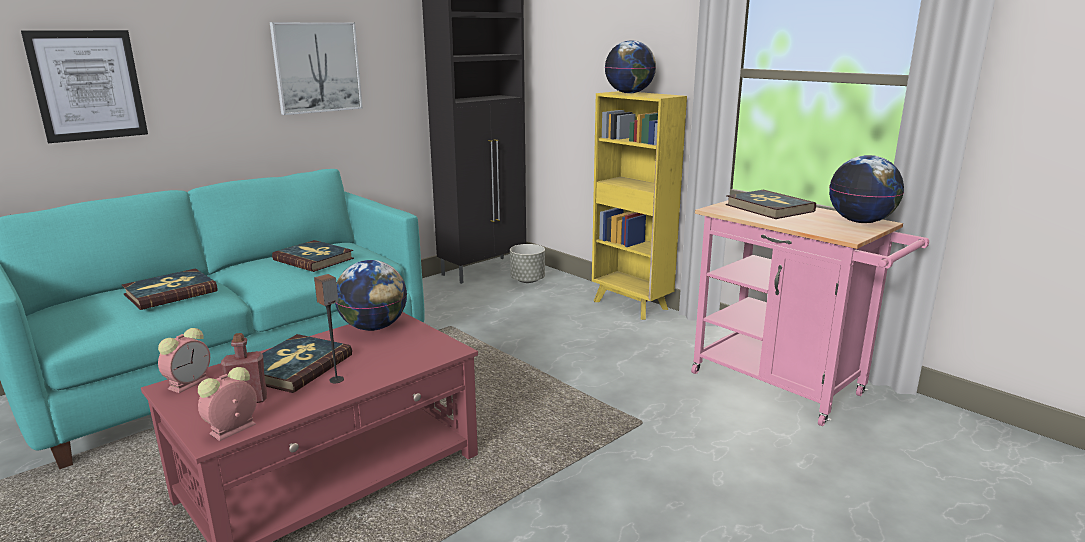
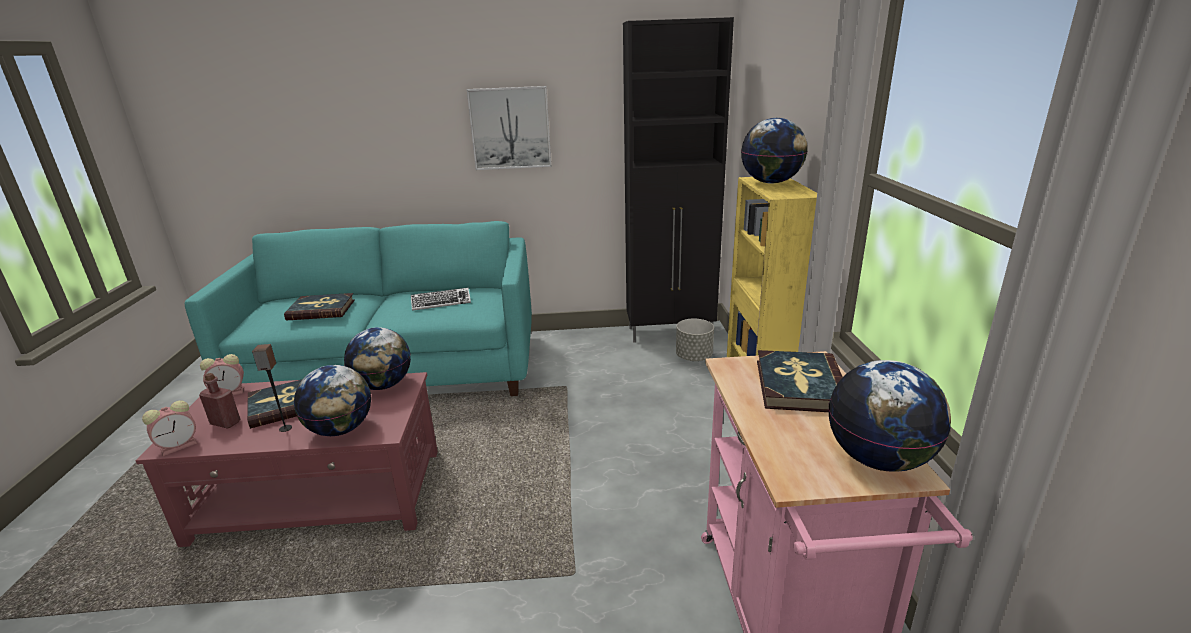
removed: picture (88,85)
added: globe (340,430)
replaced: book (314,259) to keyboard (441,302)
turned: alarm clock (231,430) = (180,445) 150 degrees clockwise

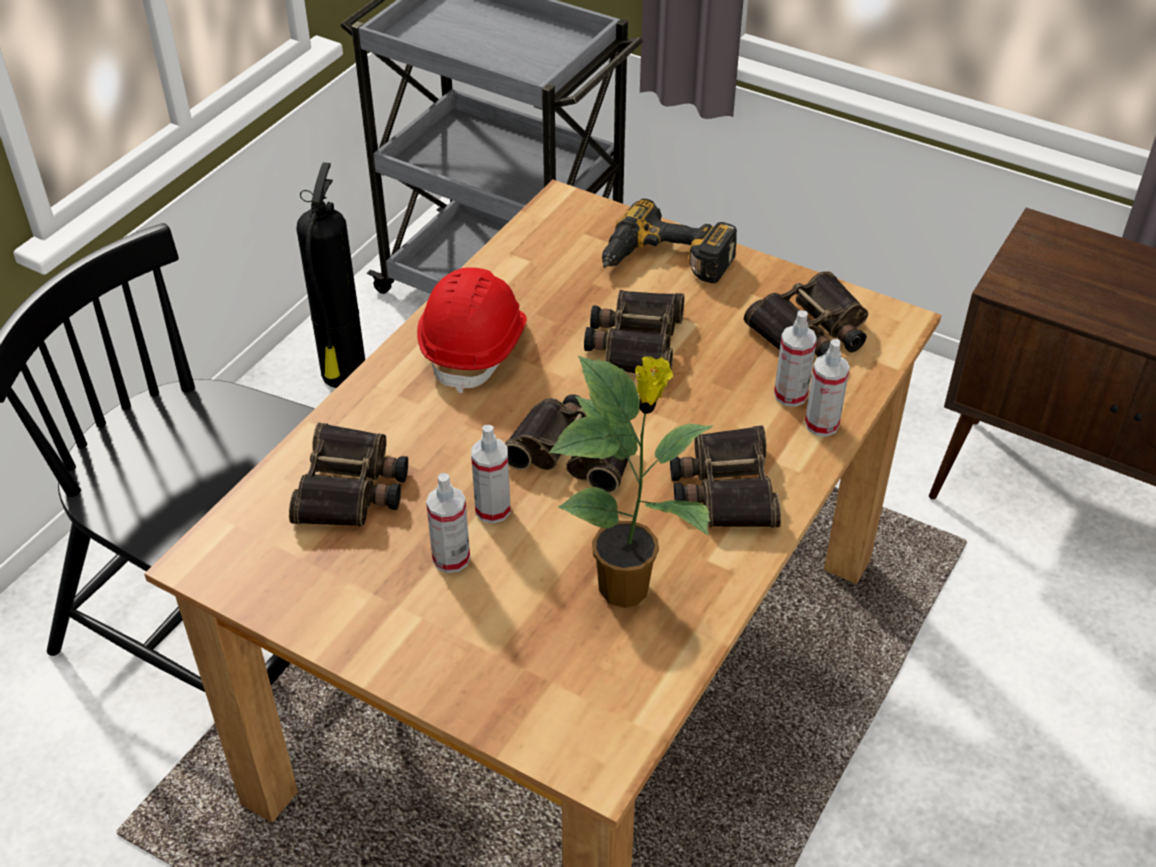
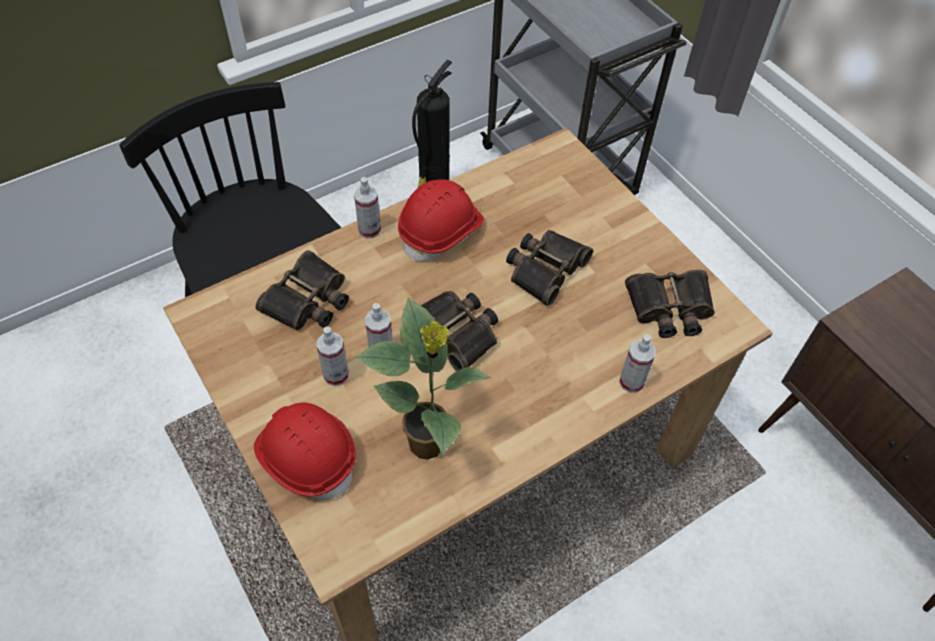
removed: power drill (664,262); binoculars (723,488)
added: hard hat (red) (307,457)
moved: spray bottle (790,395) to (369,230)

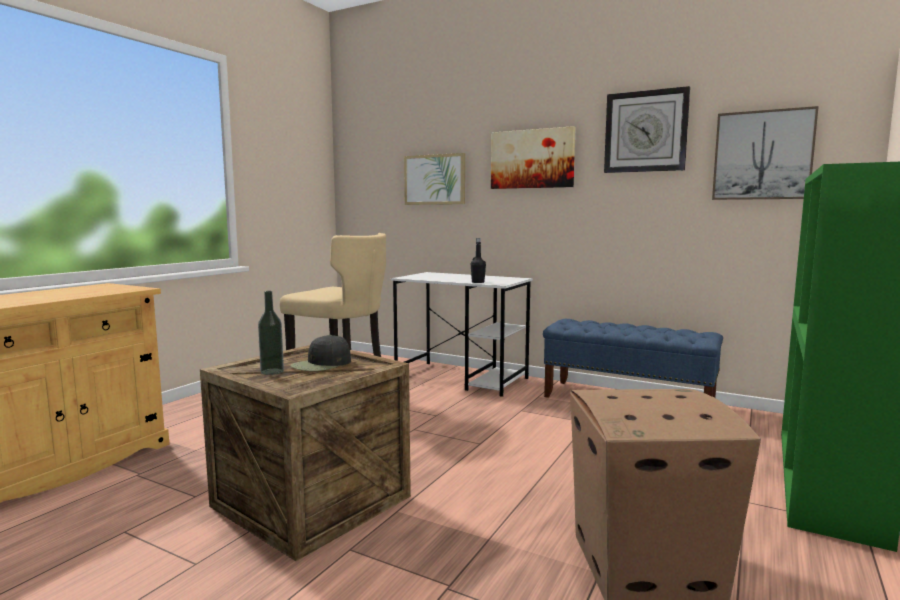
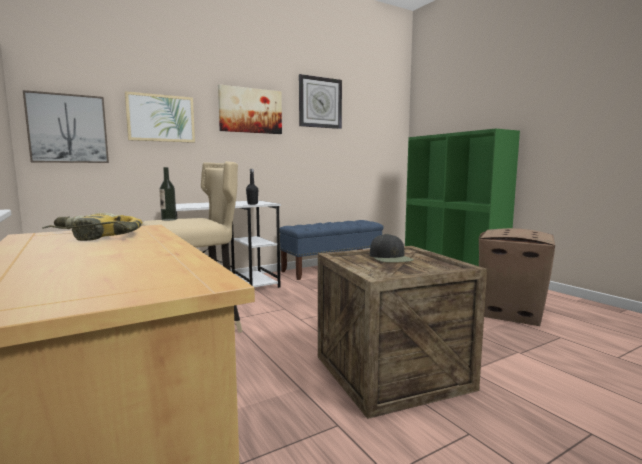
added: power drill (92,237)
moved: bottle (272,371) to (169,219); picture (762,155) to (68,129)

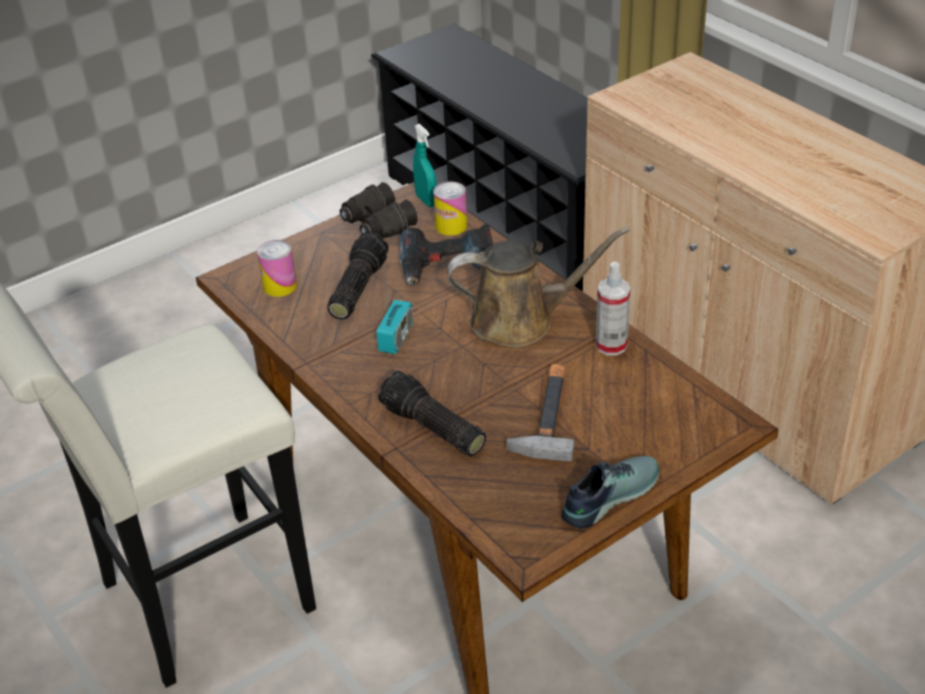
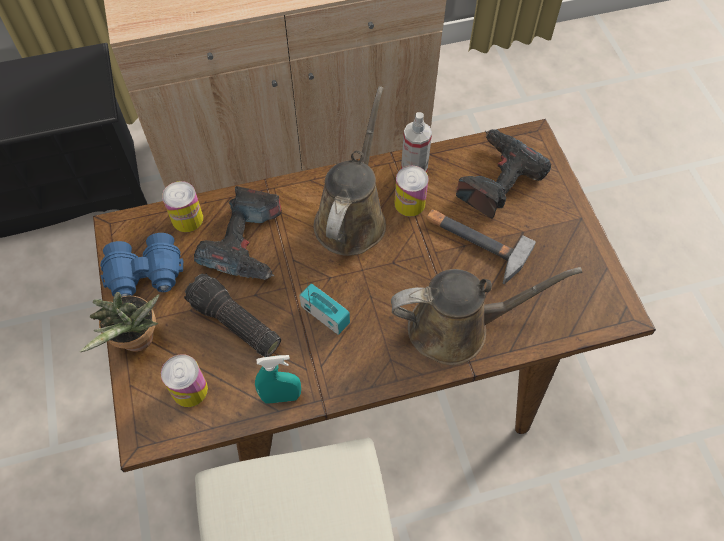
removed: shoe (607,495)
added: potted plant (138,342); can (409,203); power drill (496,180)
moved: spray bottle (turquoise) (426,200) to (281,397)
replaced: flashlight (431,428) to watering can (brown) (456,328)
recoloured: binoculars (black) (377,225) to binoculars (blue) (146,276)

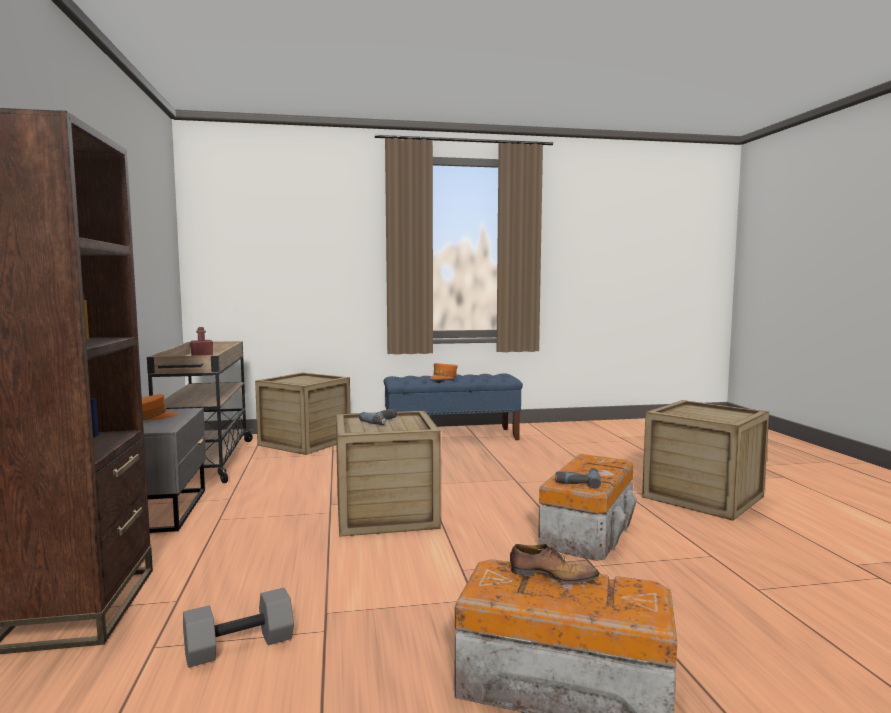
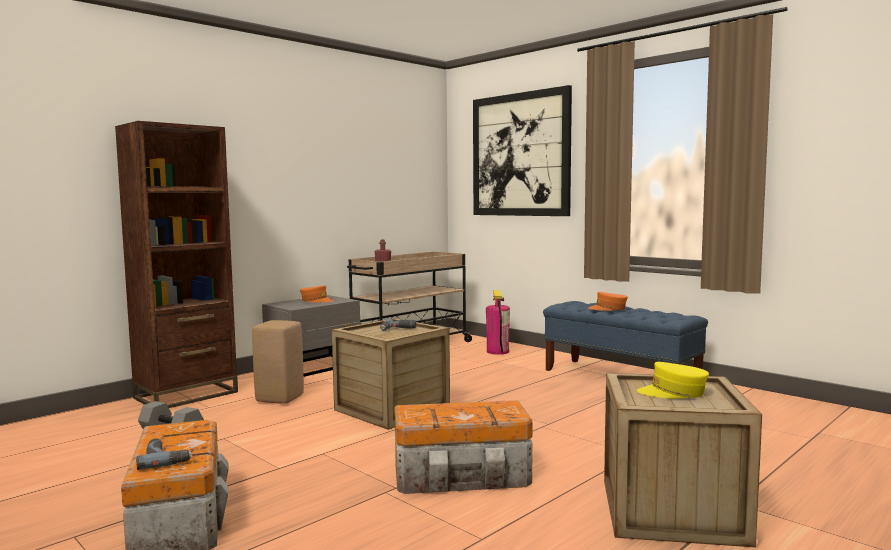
removed: shoe (551,576)
added: stool (beige) (281,399); picture (520,155); cap (yellow) (673,393)
moved: power drill (577,481) to (165,458)
replaced: crate (305,442) to fire extinguisher (497,351)

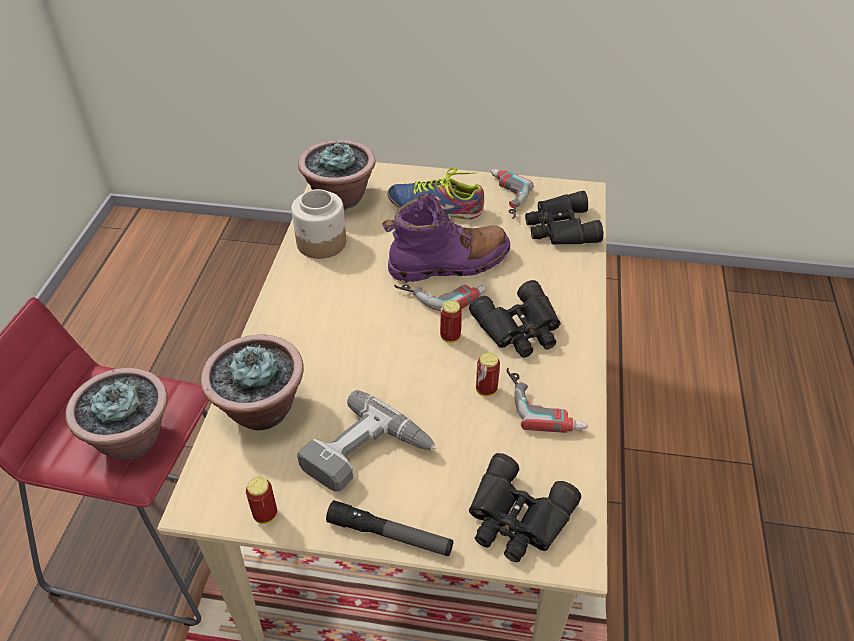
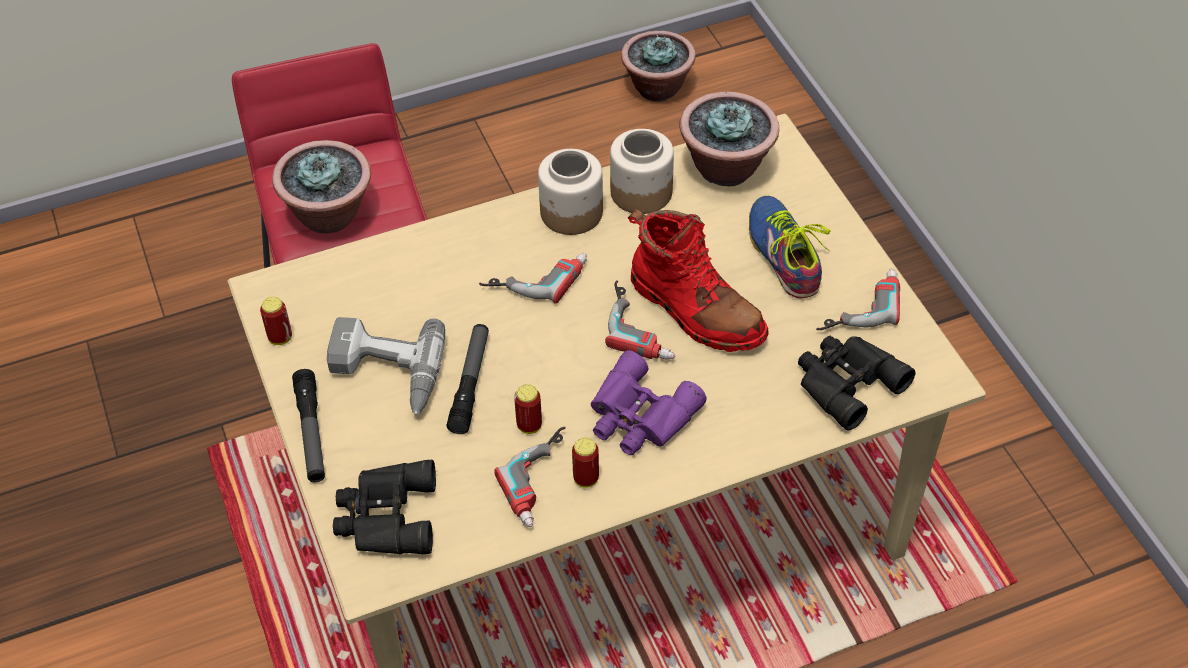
added: flashlight (470,383); power drill (535,275); jar (571,213)
moved: potted plant (261,410) to (657,88); can (450,337) to (586,478)
recoloured: boot (purple) (449,263) to boot (red) (695,310); binoculars (black) (520,329) to binoculars (purple) (639,416)

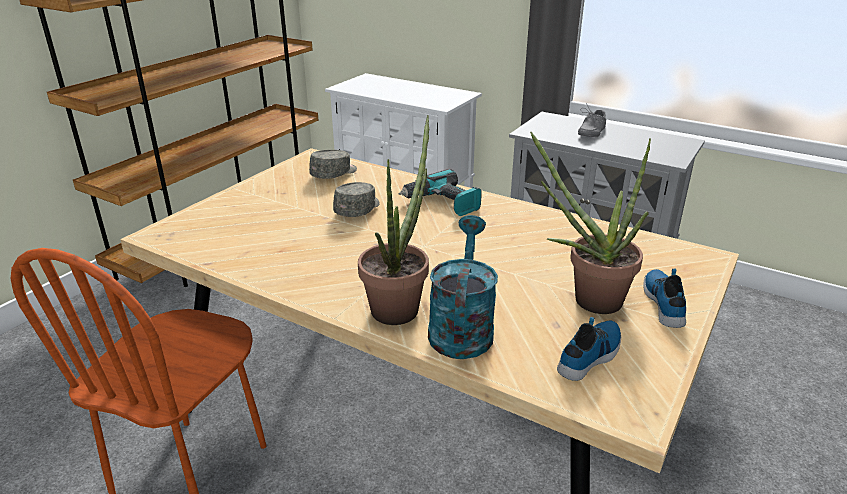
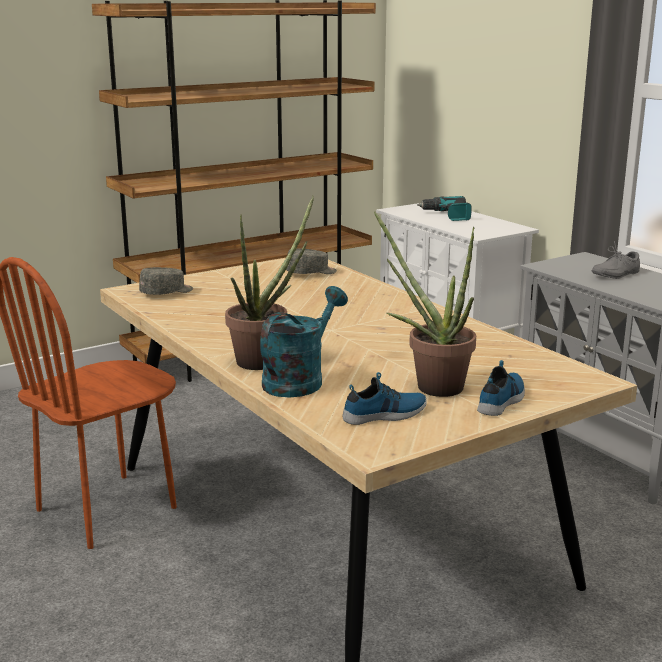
moved: cap (grey) (358,209) to (167,292); power drill (442,203) to (447,215)

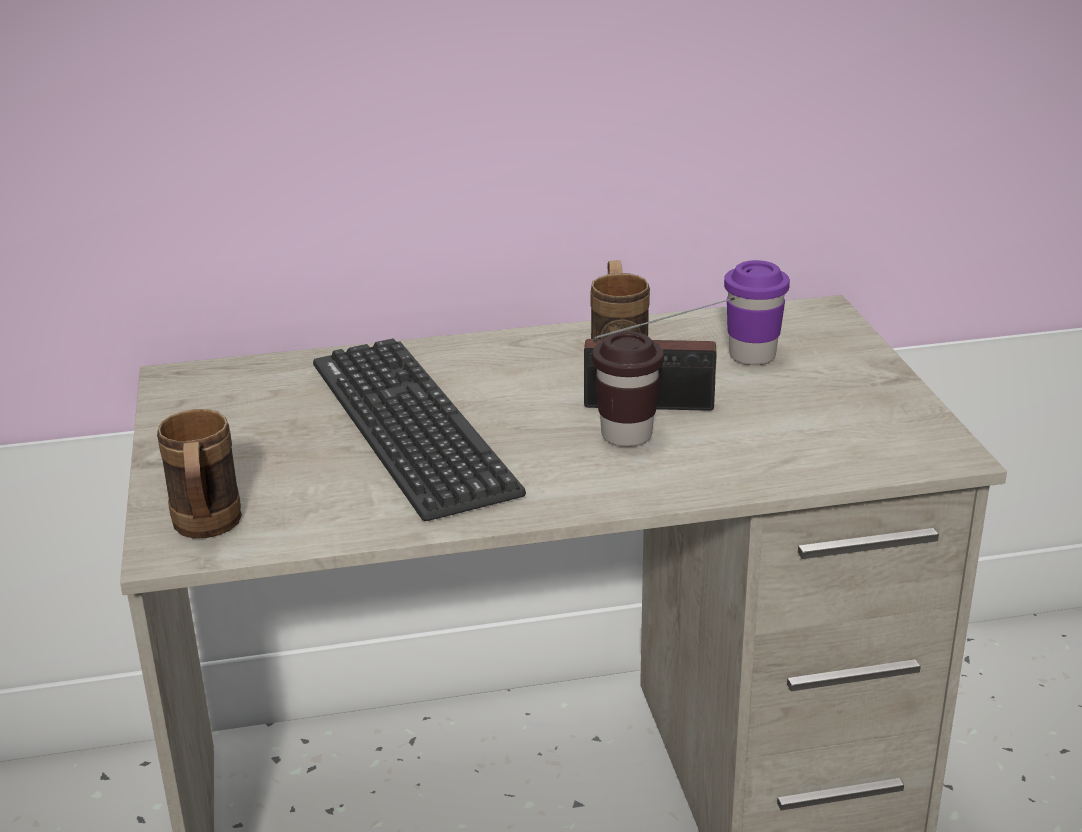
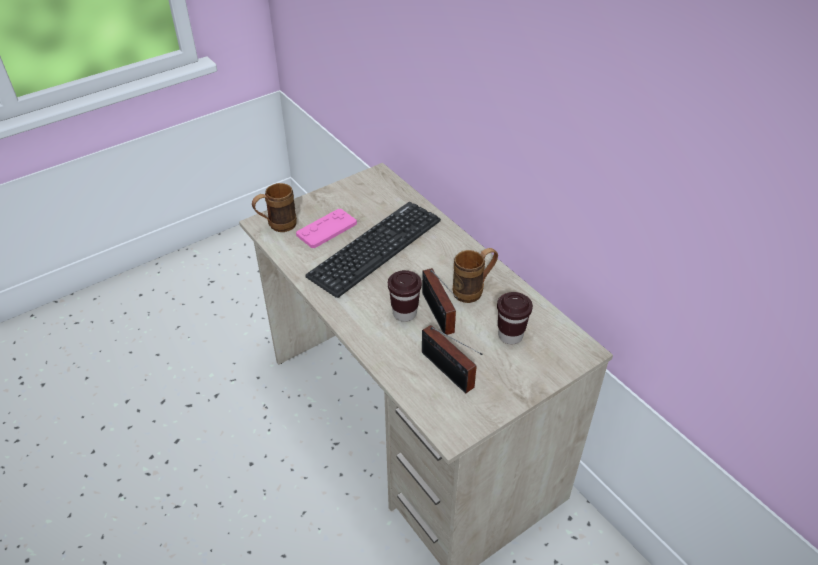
added: game controller (pink) (326,229); radio (449,373)
recoloured: cup (purple) (752,356) to cup (brown) (510,335)

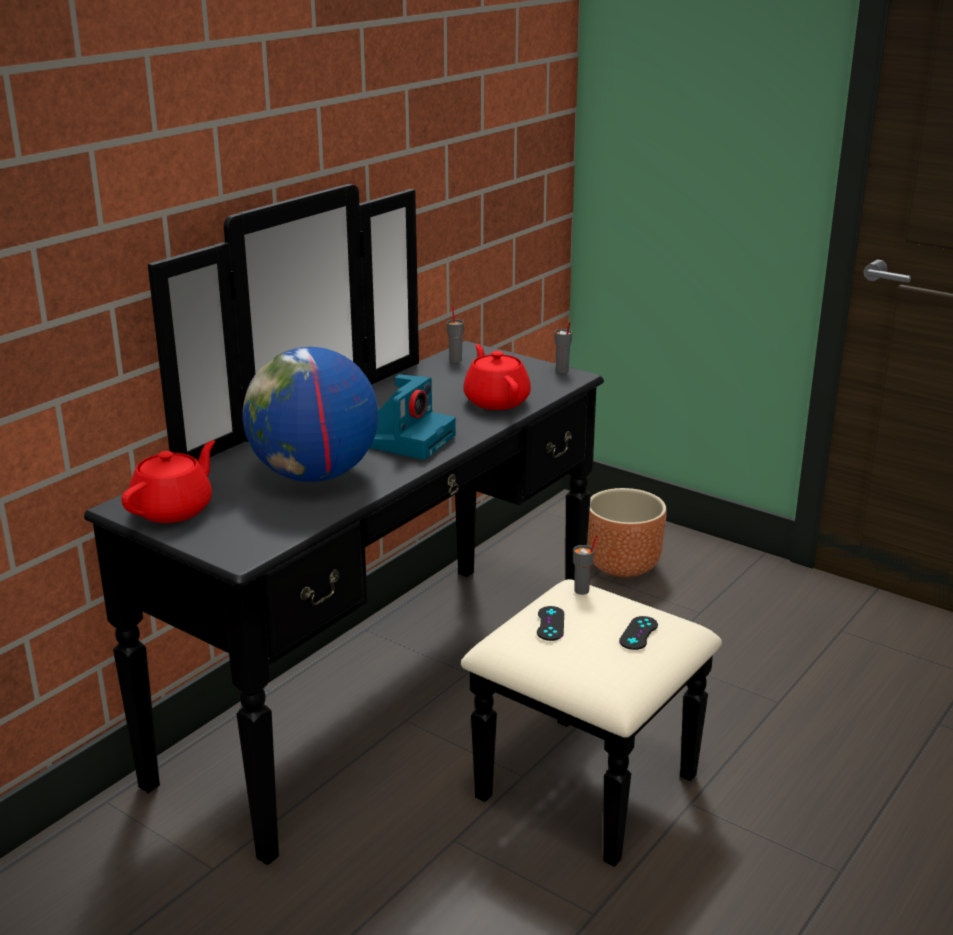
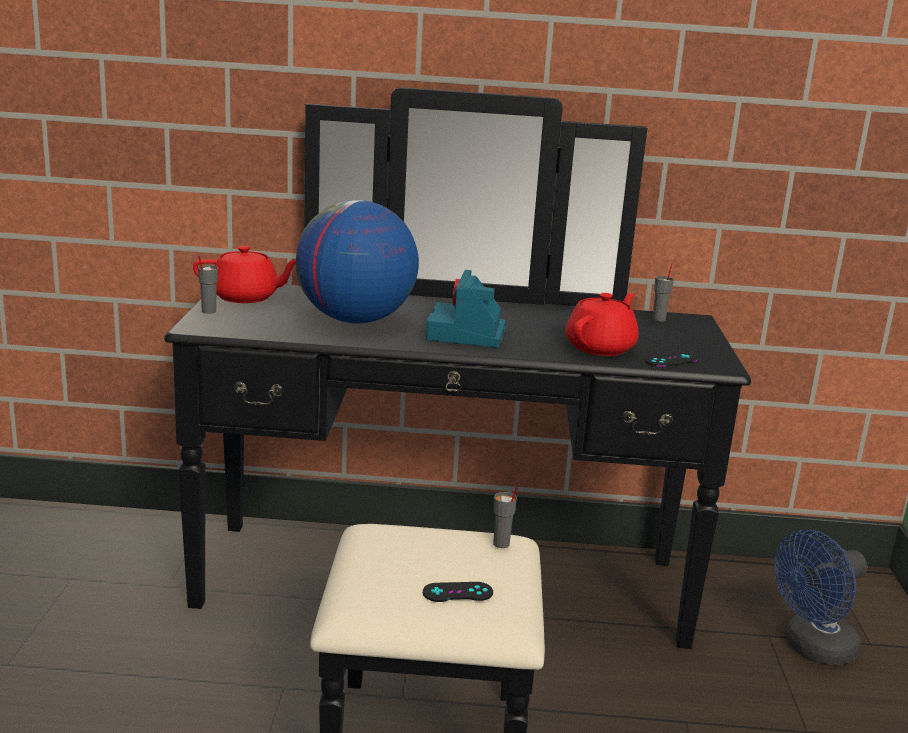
moved: game controller (black) (550,624) to (671,360); cup (grey) (562,370) to (208,311)
replaced: planter (brown) (623,565) to fan (blue) (812,649)
turned: photo camera (409,439) = (466,334) 105 degrees clockwise

